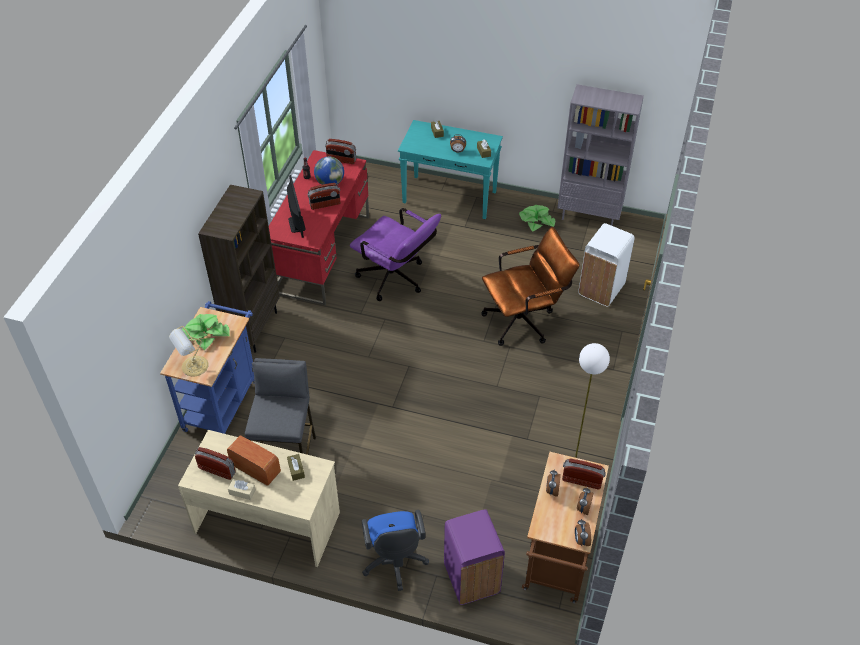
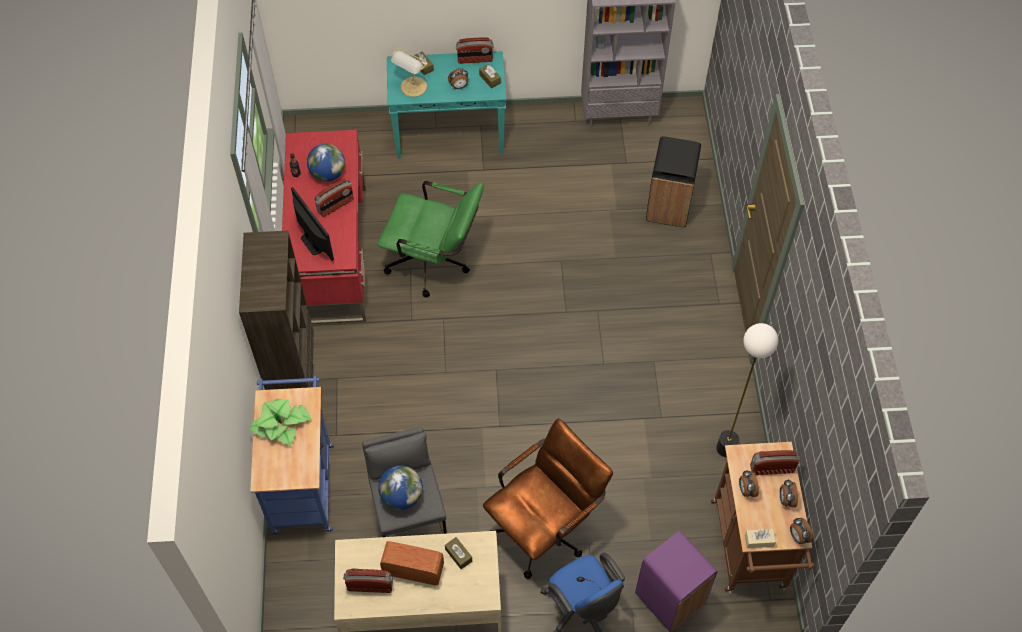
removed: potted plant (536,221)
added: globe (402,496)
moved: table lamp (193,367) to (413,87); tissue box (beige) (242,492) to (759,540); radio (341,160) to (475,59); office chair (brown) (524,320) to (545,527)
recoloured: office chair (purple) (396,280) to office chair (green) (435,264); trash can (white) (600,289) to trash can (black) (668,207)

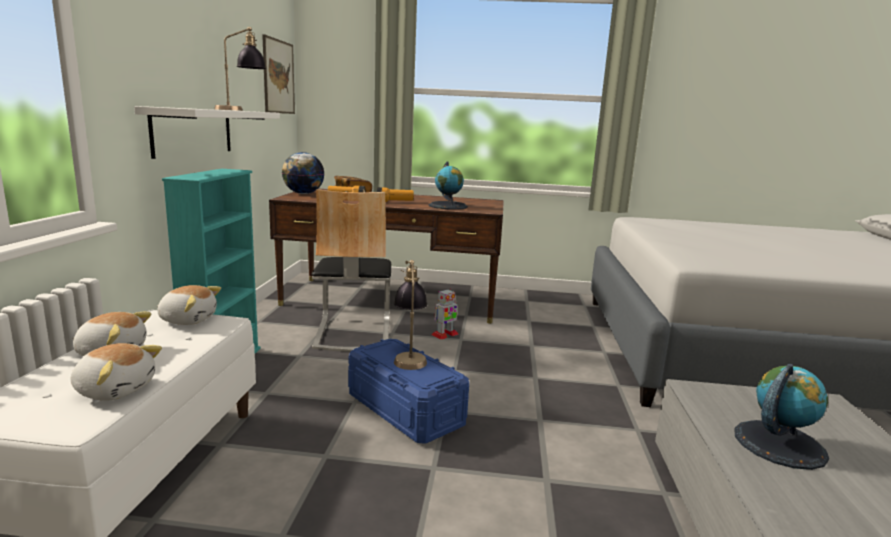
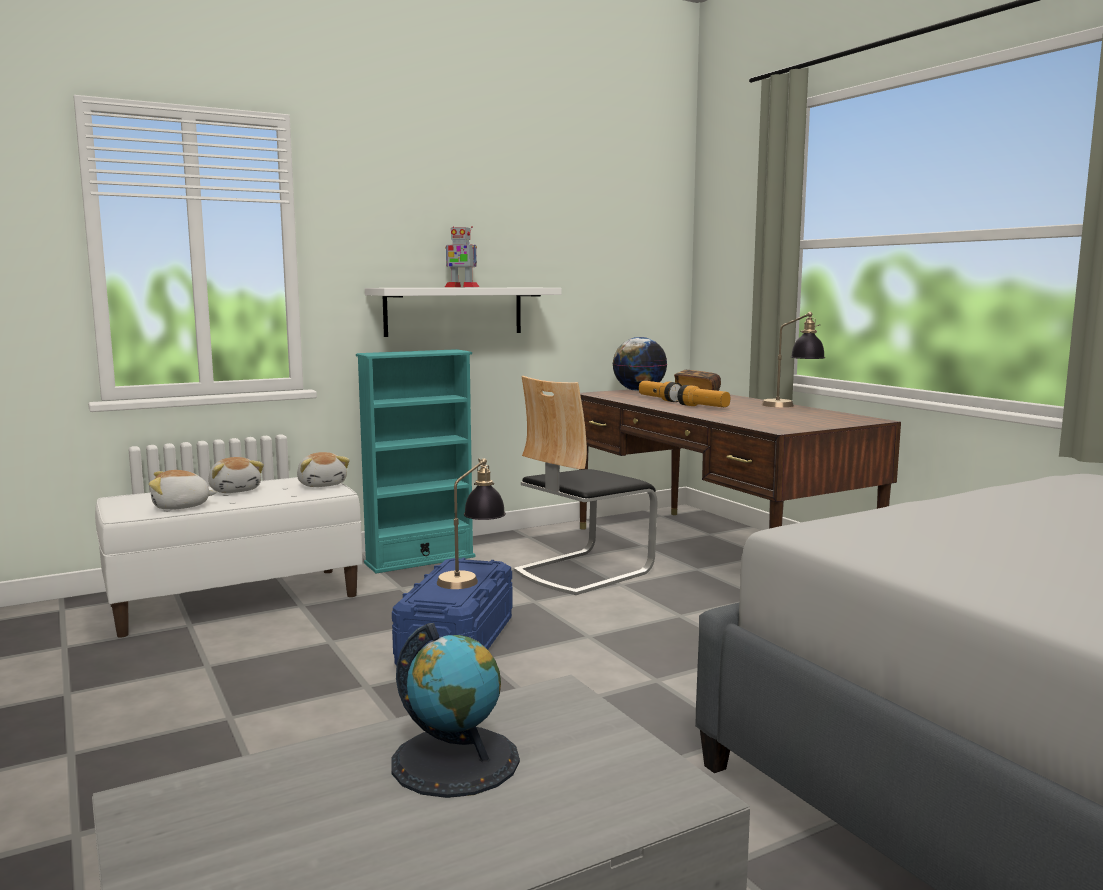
removed: picture (278,77); globe (448,206)
moved: table lamp (241,110) to (791,406); toy robot (444,334) to (461,287)
turned: plush toy (115,389) = (181,507) 90 degrees clockwise

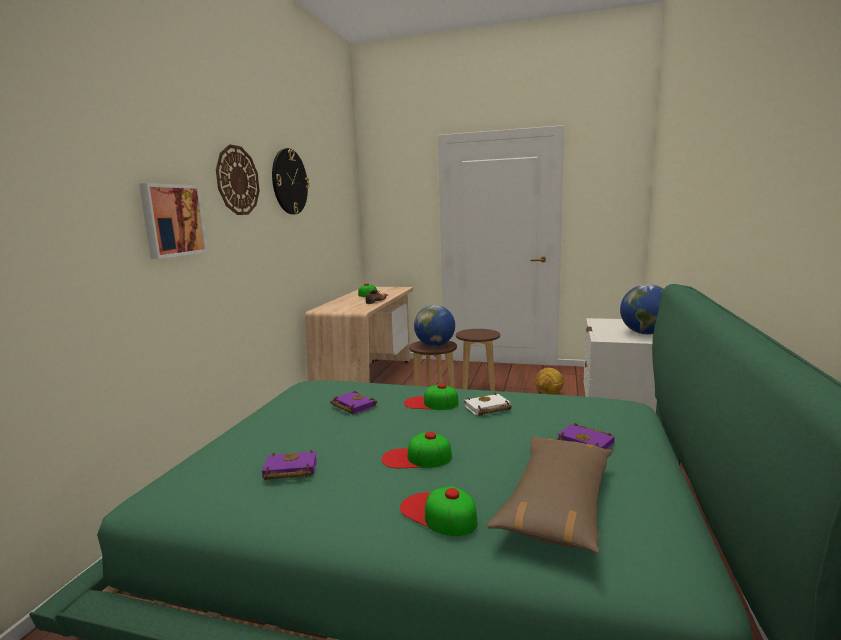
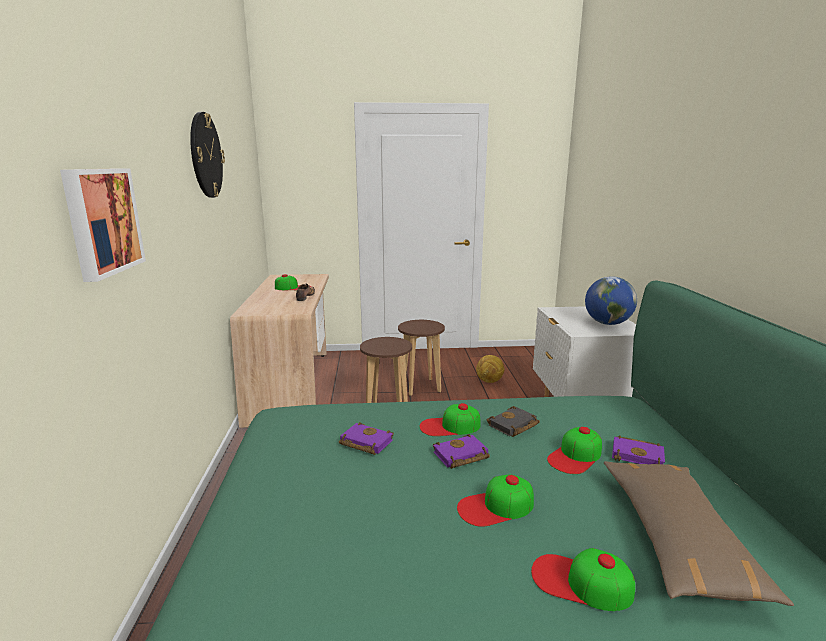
removed: wall clock (237,180); globe (435,345)
added: cap (575,456)
moved: book (purple) (289,471) to (460,456)
recoloured: book (white) (487,409) to book (black) (513,426)

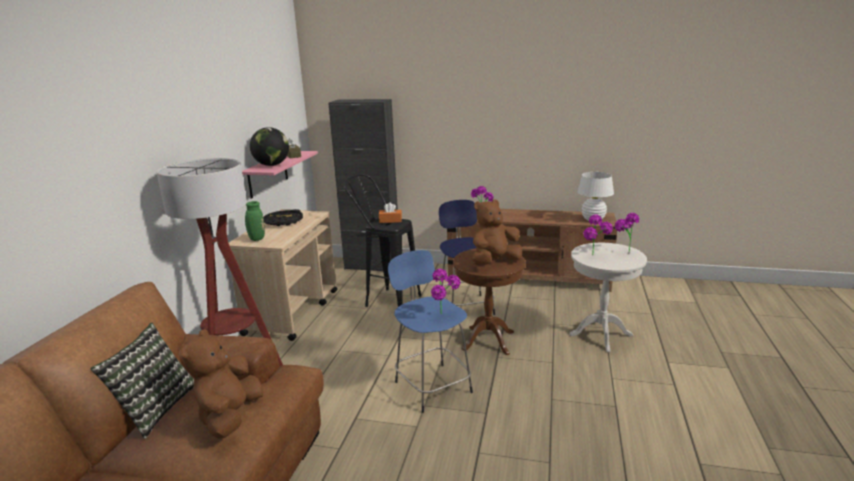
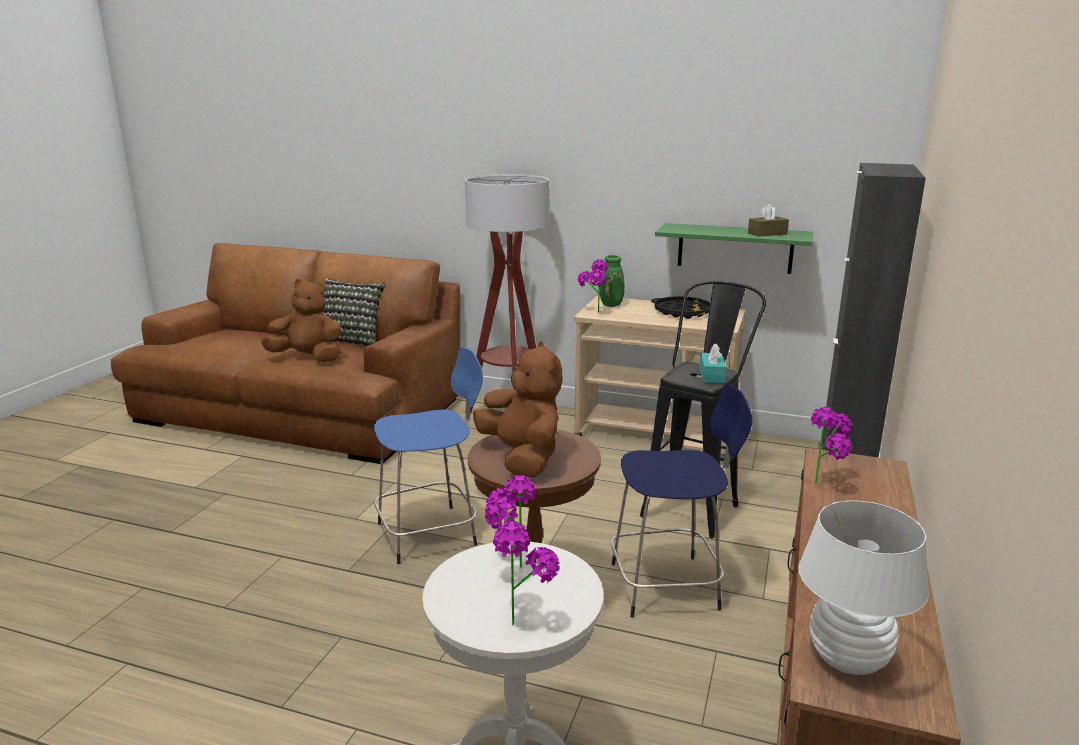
removed: globe (272,165)
moved: potted plant (445,316) to (593,313)
recoloured: shelf (pink) (268,174) to shelf (green) (735,248); tissue box (orange) (390,220) to tissue box (turquoise) (711,375)

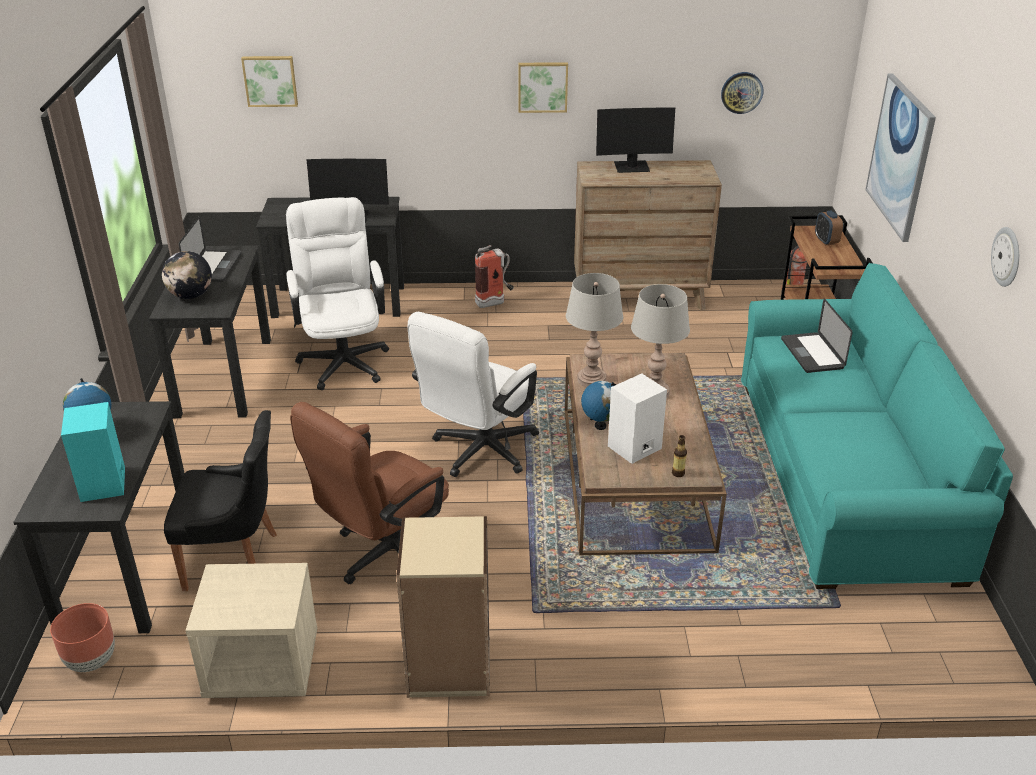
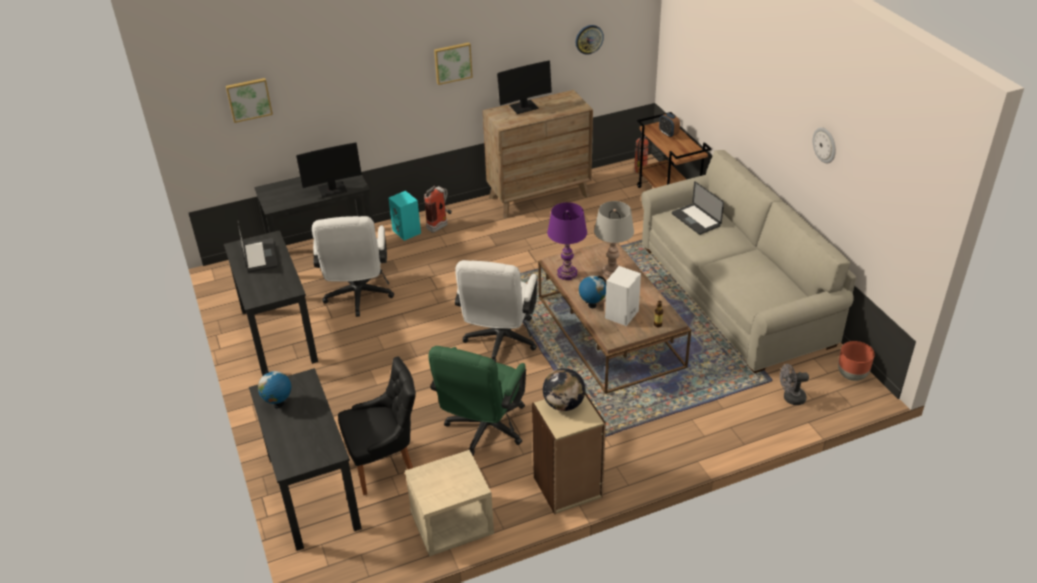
removed: picture (900,156)
added: fan (grey) (790,398)
moved: planter (brown) (91,661) to (852,375); speaker (turquoise) (104,485) to (407,232); globe (190,296) to (563,404)
recoloured: office chair (brown) (385,556) to office chair (green) (483,431); table lamp (grey) (591,380) to table lamp (purple) (567,274); sofa (turquoise) (845,475) to sofa (beige) (735,294)
turned: office chair (white) (343,358) = (358,298) 150 degrees counterclockwise

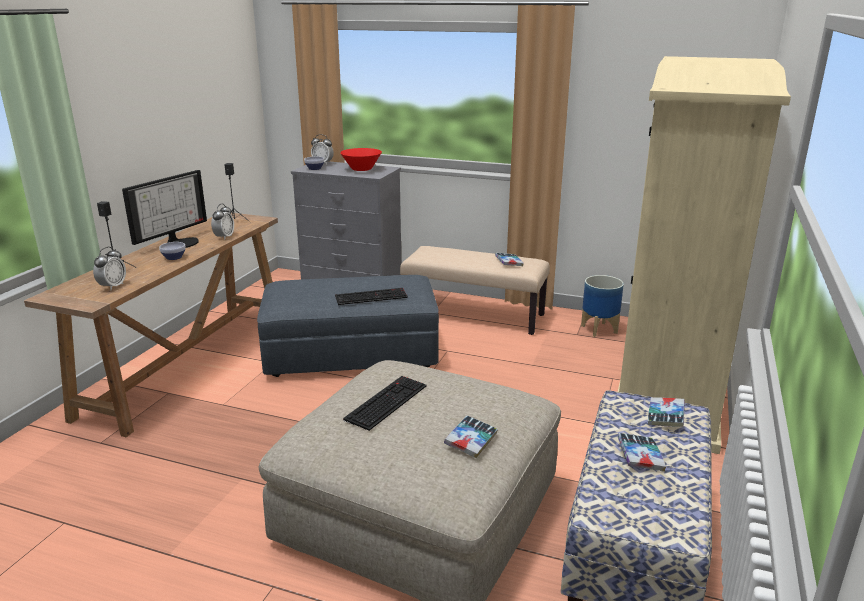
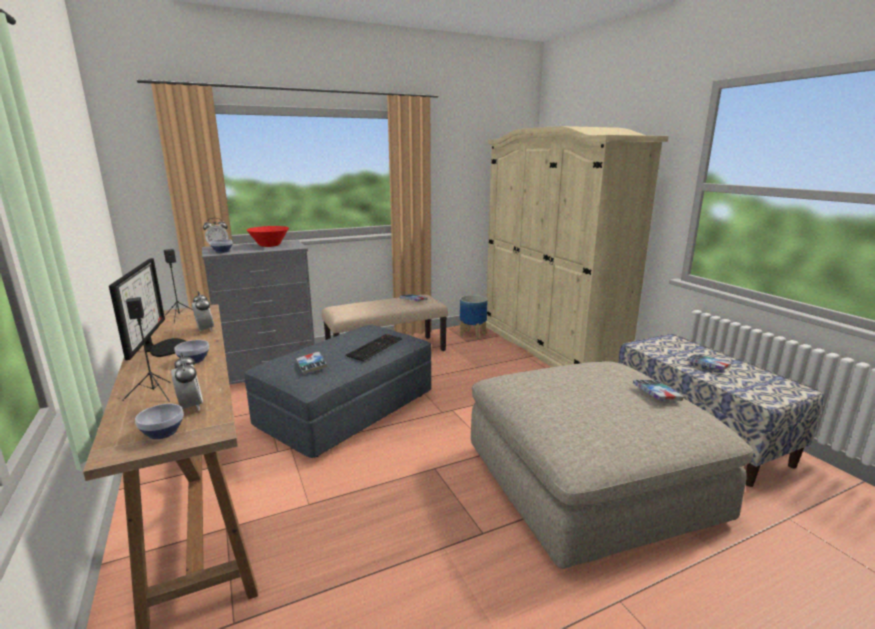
removed: keyboard (386,401)
added: bowl (163,433)
moved: book (665,416) to (311,366)

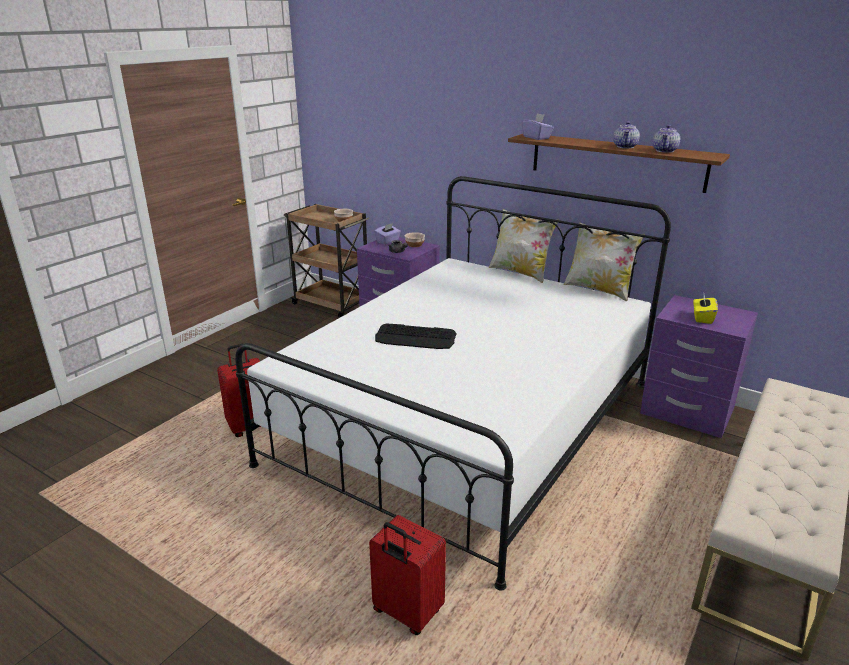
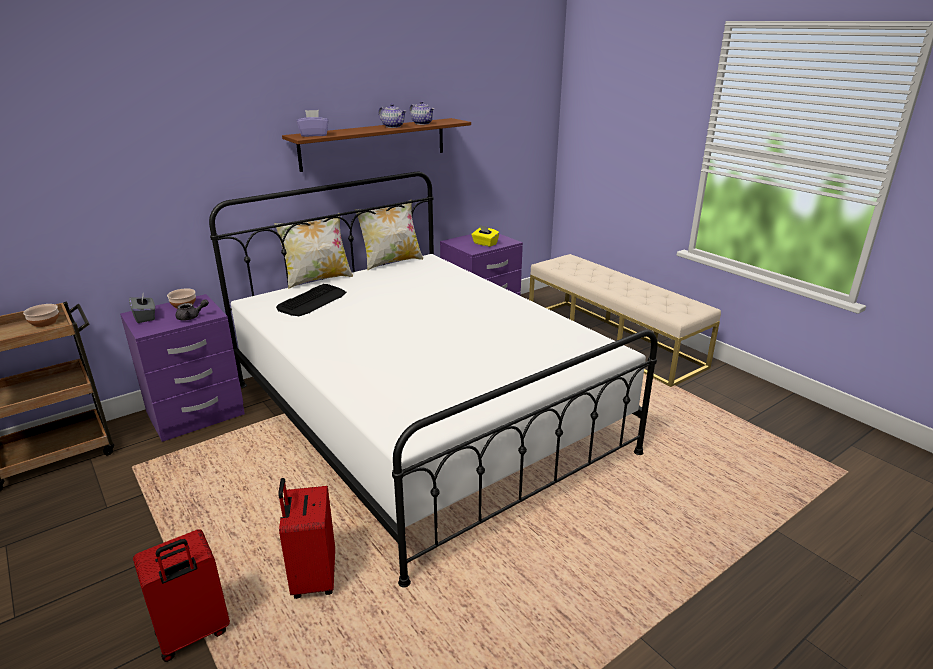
moved: suitcase (red) (406,613) to (193,634); keyboard (415,338) to (312,301)
recoloured: tissue box (purple) (388,241) to tissue box (grey) (145,317)

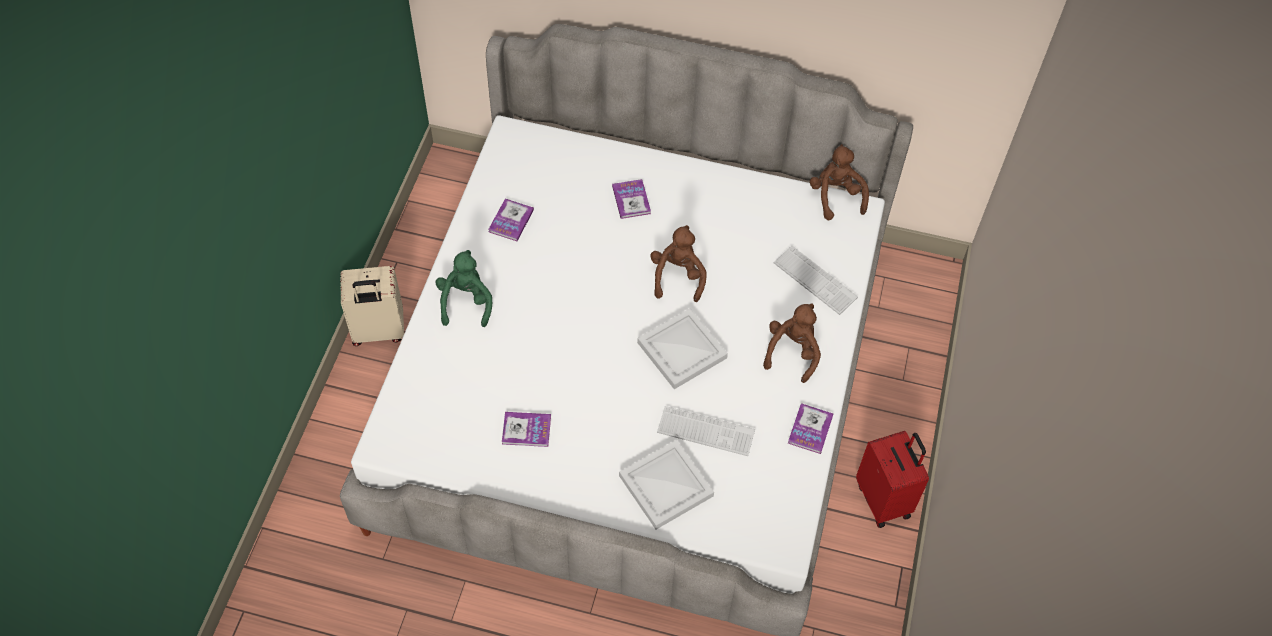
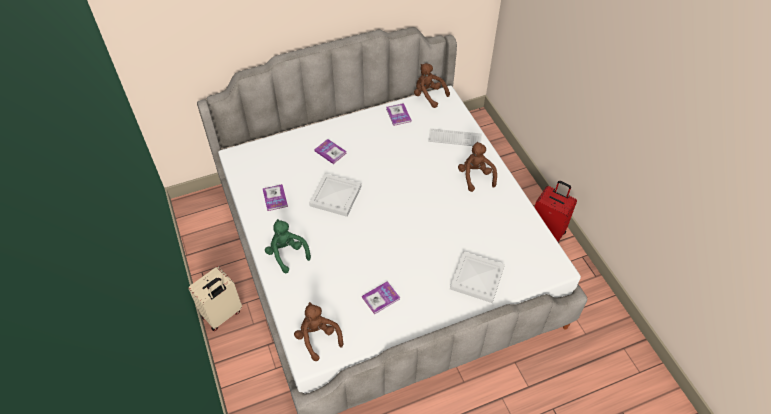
removed: keyboard (706,431)
moved: tray (white) (680,350) to (334,196); plush toy (brown) (677,276) to (318,337); book (810,429) to (398,115)

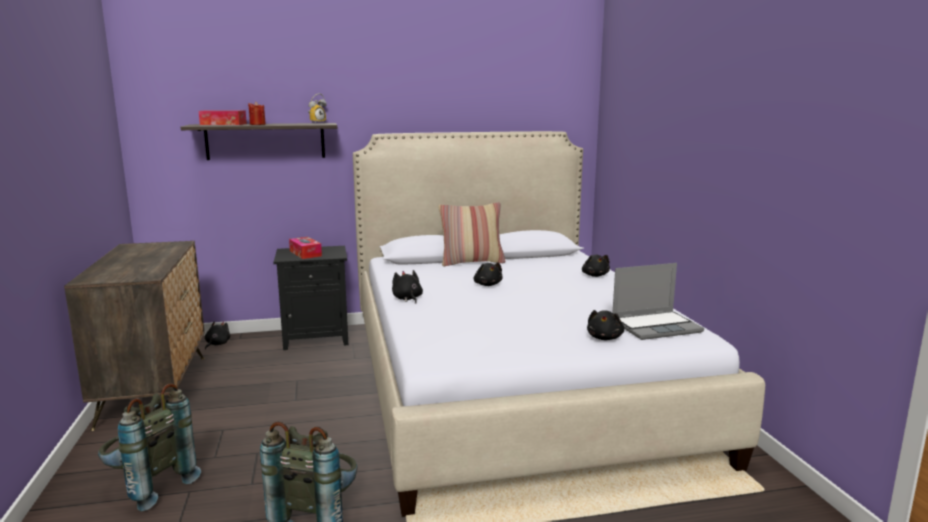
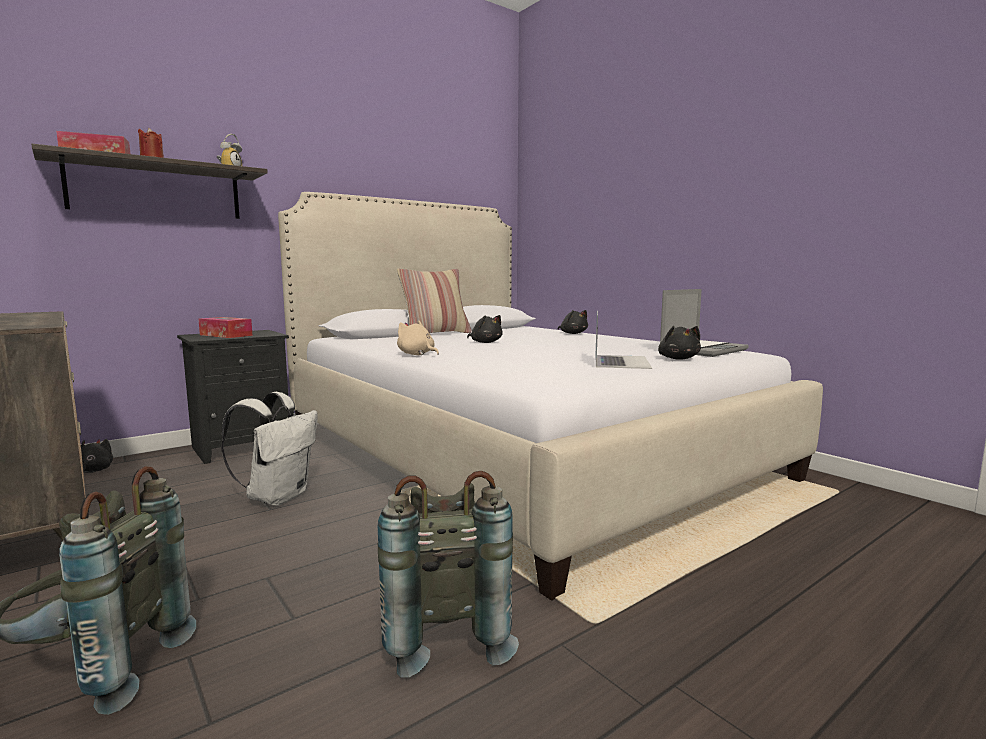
added: backpack (white) (278,496); laptop (621,361)
recoloured: plush toy (black) (407,299) to plush toy (beige) (417,354)

